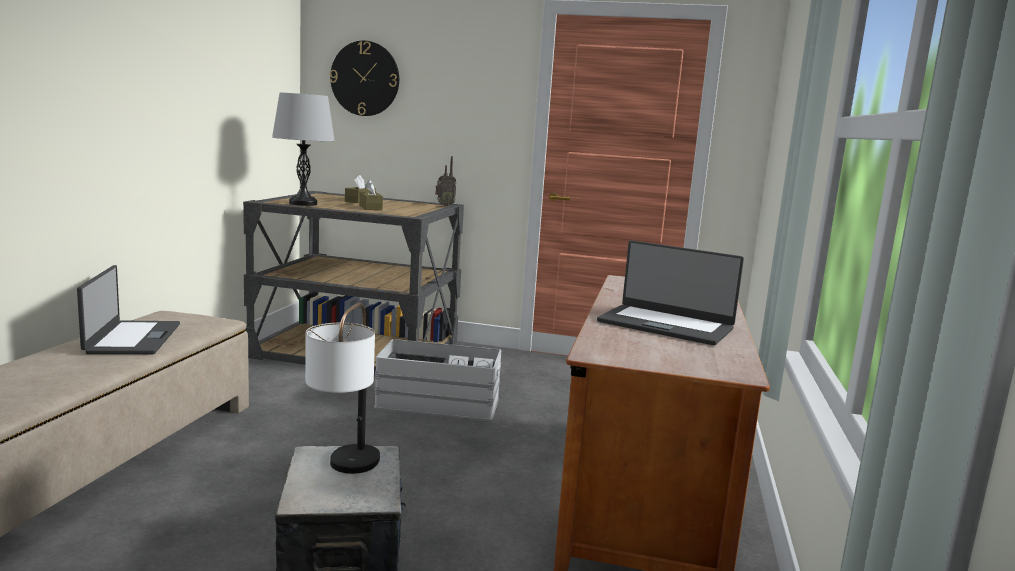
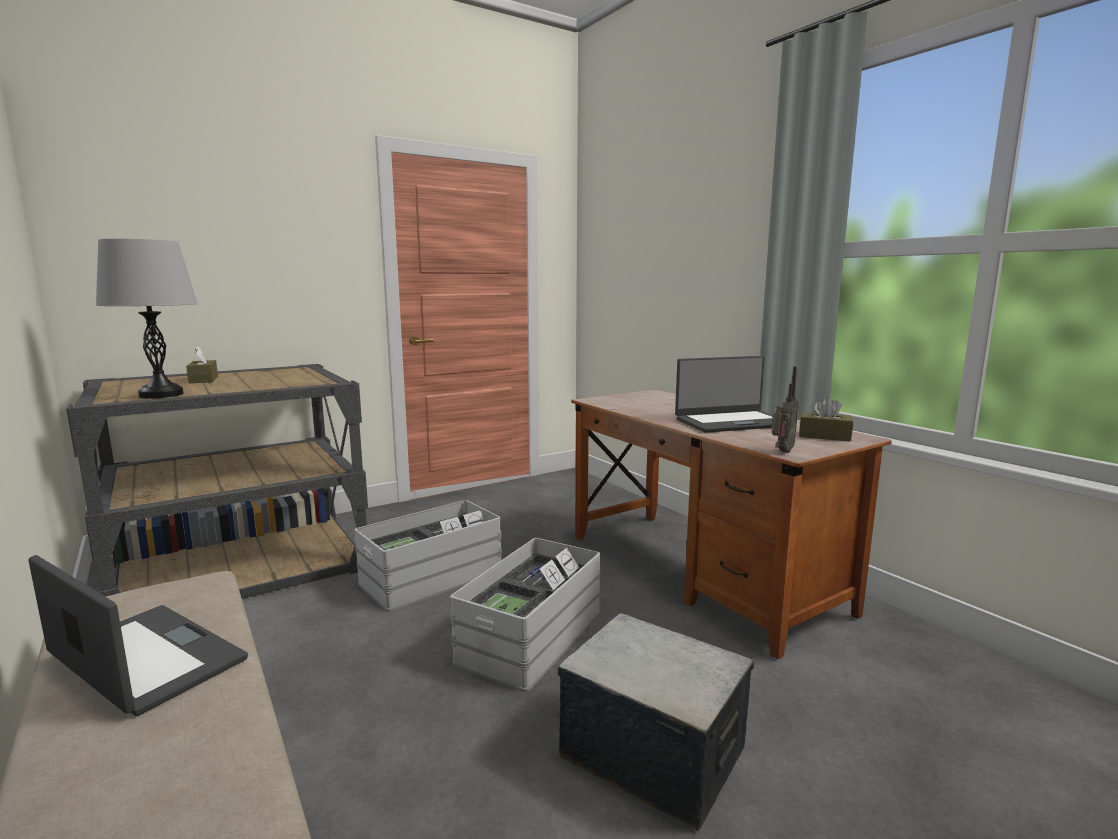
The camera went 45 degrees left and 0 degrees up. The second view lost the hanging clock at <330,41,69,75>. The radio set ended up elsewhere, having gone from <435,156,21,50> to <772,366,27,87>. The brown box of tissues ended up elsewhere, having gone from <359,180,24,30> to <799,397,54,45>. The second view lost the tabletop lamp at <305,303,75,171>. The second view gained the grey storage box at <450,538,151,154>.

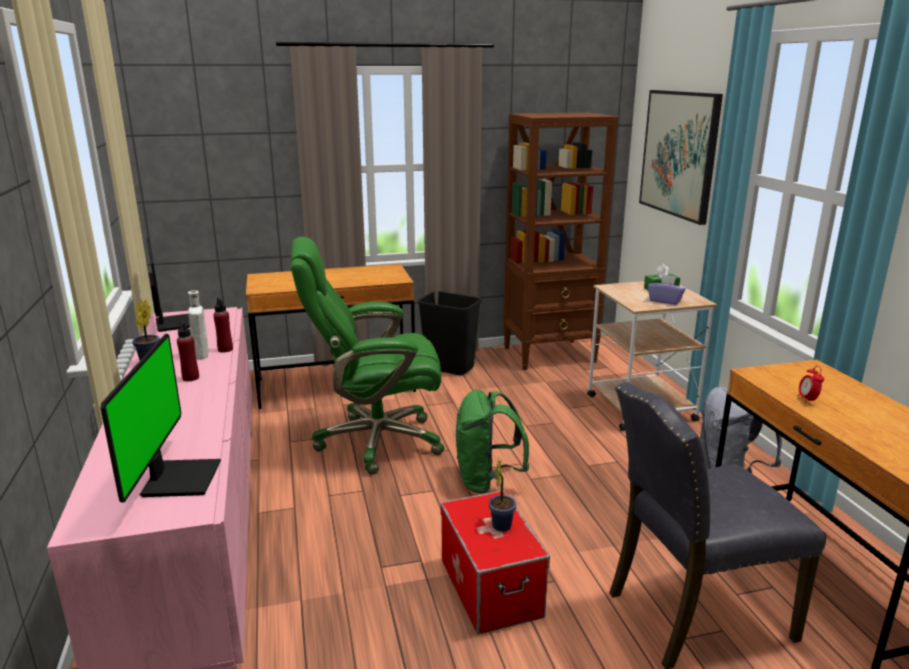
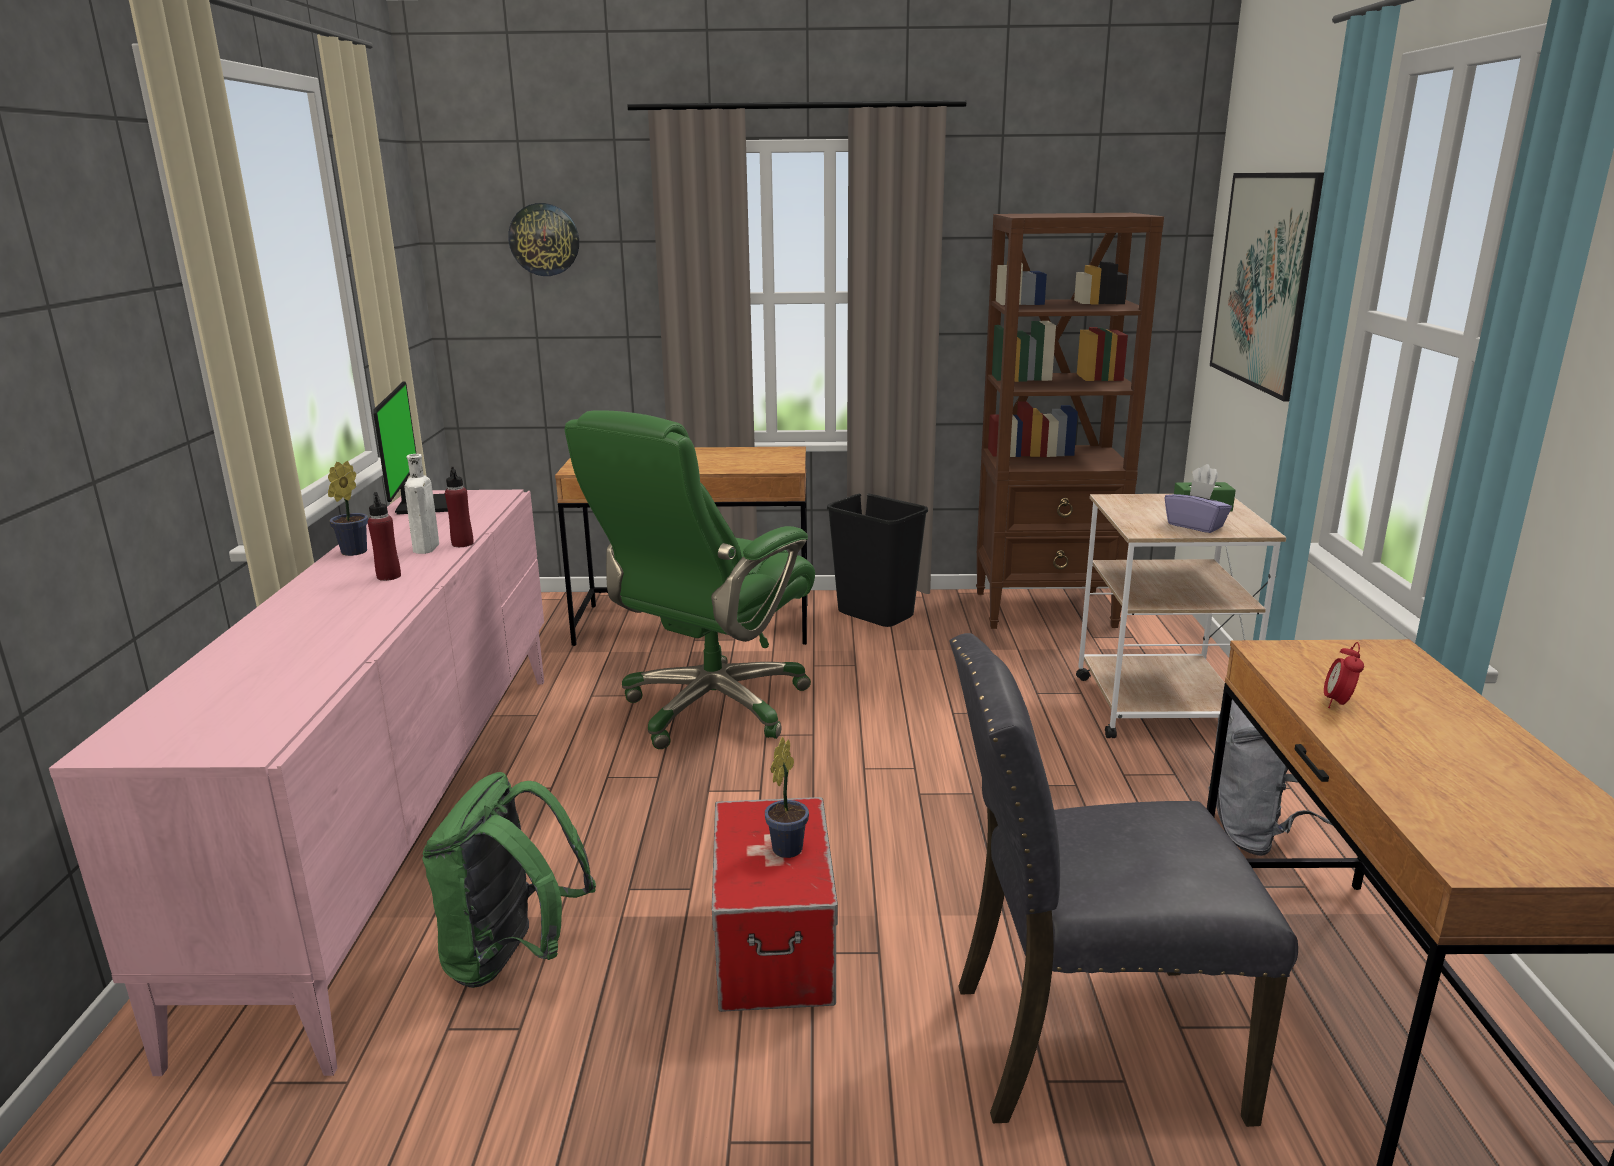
The camera went 15 degrees right and 0 degrees up. The green-coloured computer chair at <291,237,153,238> ended up facing another way, 60 degrees counterclockwise from before. The second view lost the computer display at <101,334,120,168>. The green-coloured backpack ended up elsewhere, having gone from <456,389,73,105> to <422,772,174,216>. The second view gained the hanging clock at <508,203,71,73>.

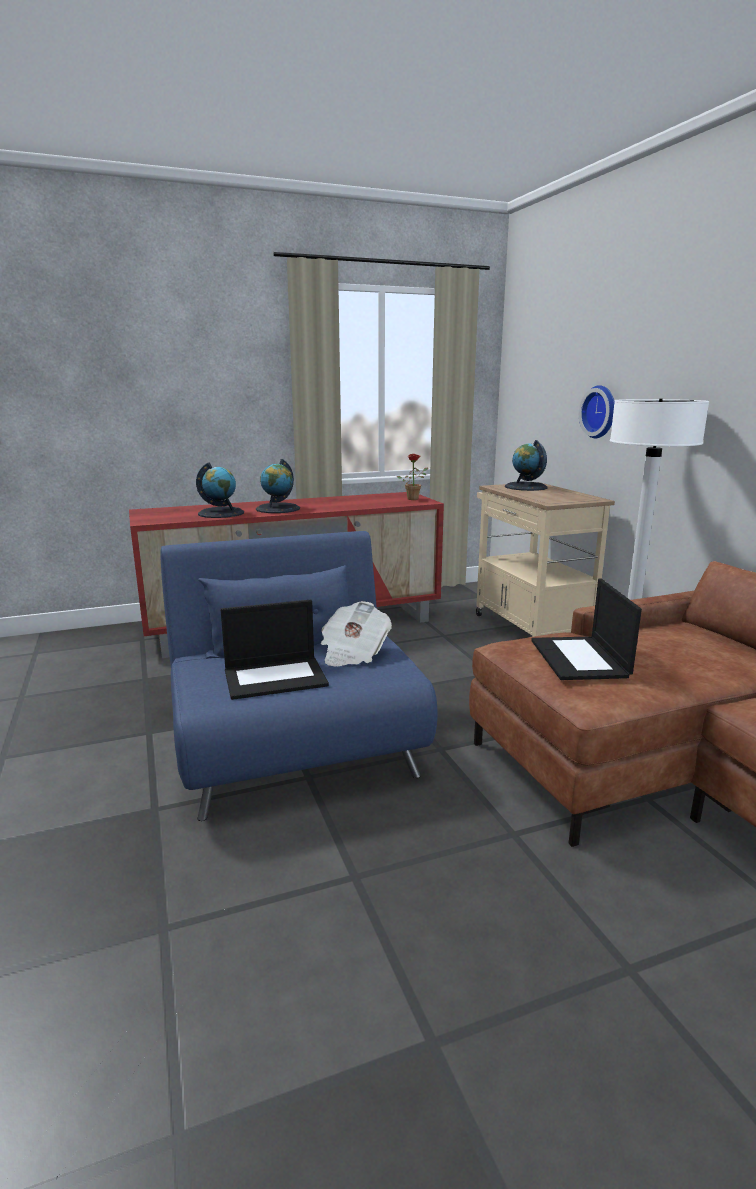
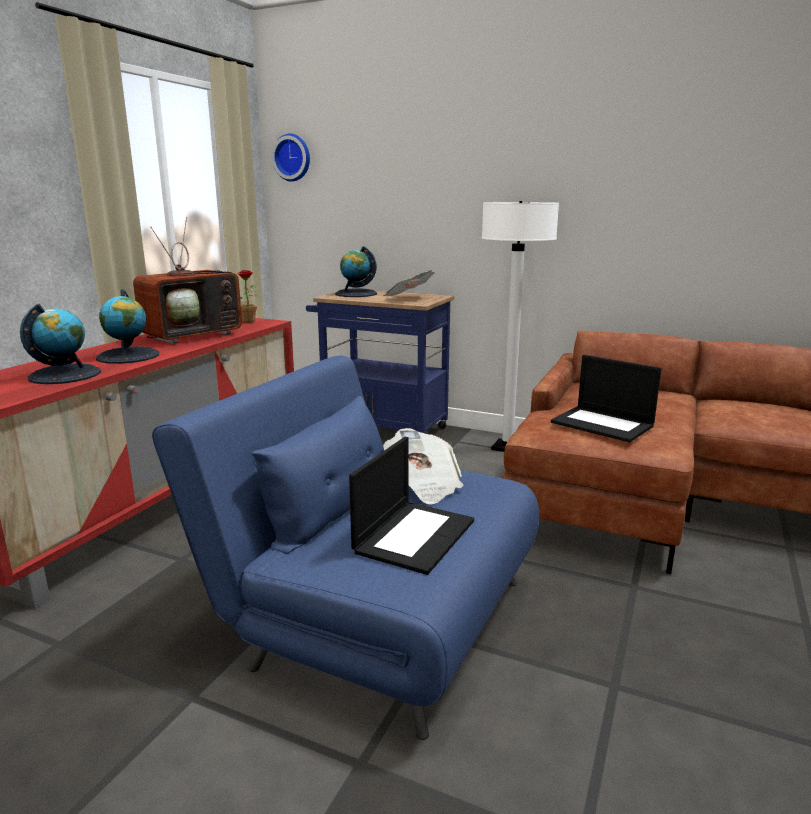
The camera went 45 degrees left and 0 degrees up. The hanging clock ended up elsewhere, having gone from <579,385,35,54> to <272,133,38,49>. What was the beige cart at <476,482,139,155> turned into the bluish cart at <306,290,148,143>. The second view gained the TV at <133,217,109,127>. The second view gained the newspaper at <383,270,52,26>.

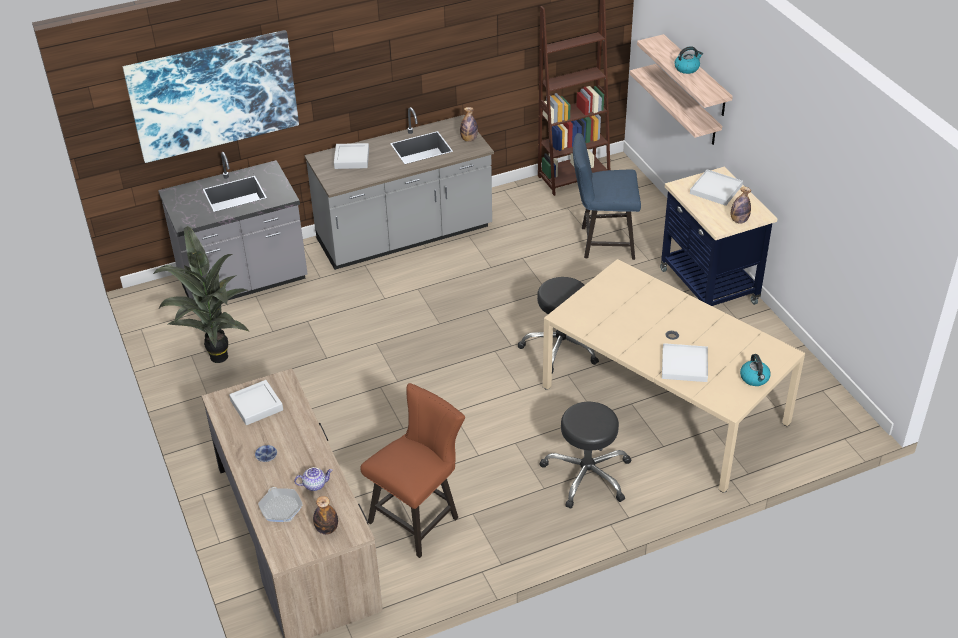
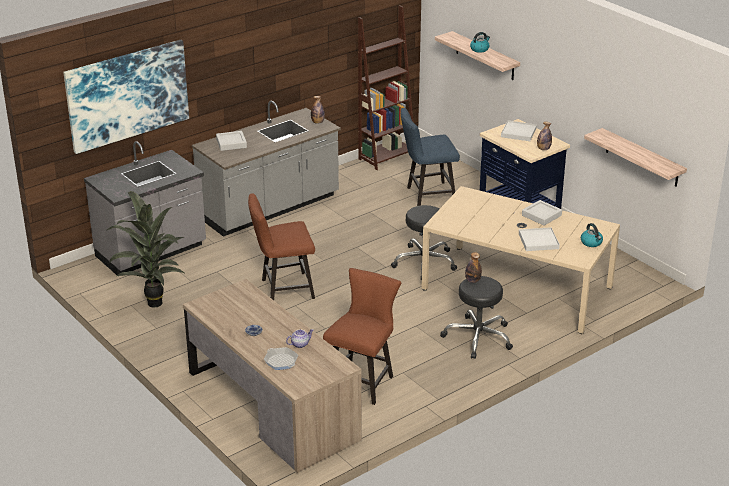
The camera went 15 degrees left and 10 degrees down. The bracket shelf ended up elsewhere, having gone from <630,64,92,81> to <584,128,103,59>. The grey carrying tray ended up elsewhere, having gone from <229,380,54,45> to <522,200,40,26>. The bottle ended up elsewhere, having gone from <313,496,25,39> to <465,252,17,31>. The second view gained the brown chair at <248,194,67,106>.

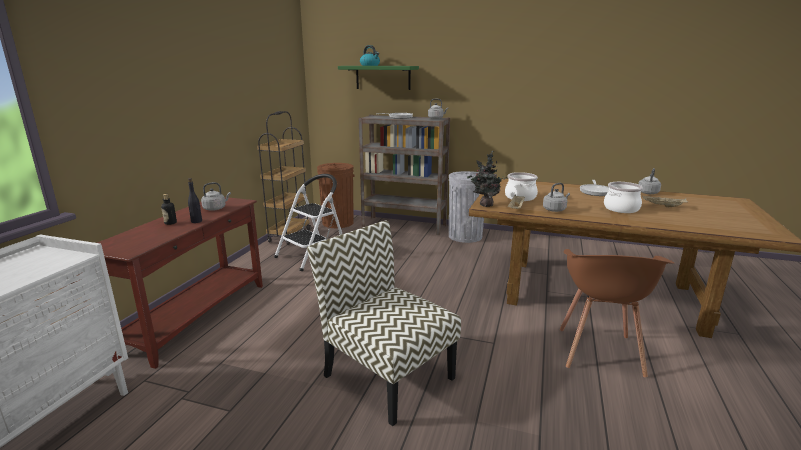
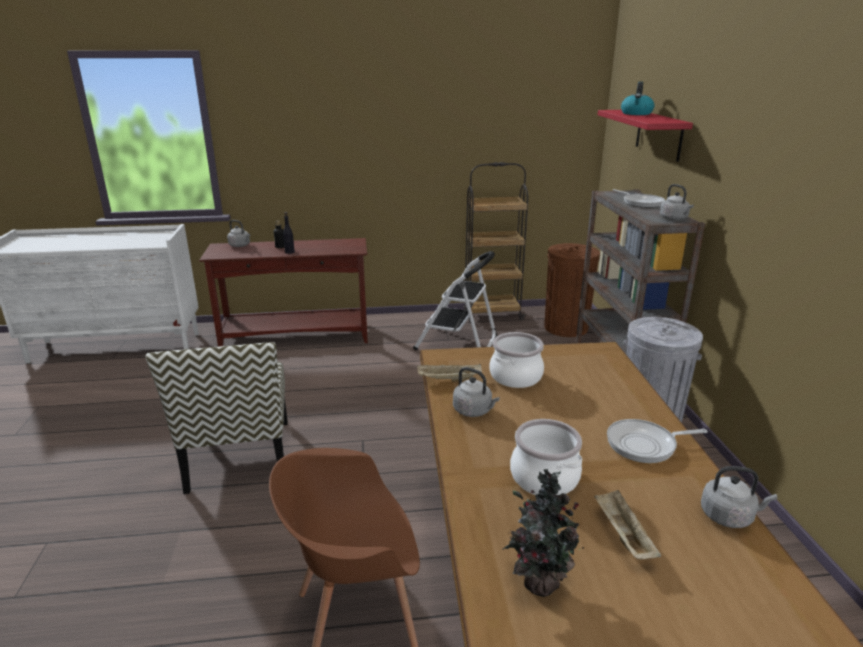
The camera went 65 degrees right and 5 degrees up. What was the green-coloured bracket shelf at <338,66,81,24> turned into the reddish bracket shelf at <598,110,95,52>. The plant in a pot ended up elsewhere, having gone from <467,151,41,56> to <502,469,82,128>. The grey water kettle ended up elsewhere, having gone from <201,182,30,29> to <227,220,23,27>. The chair at <307,221,154,205> ended up facing another way, 150 degrees clockwise from before.

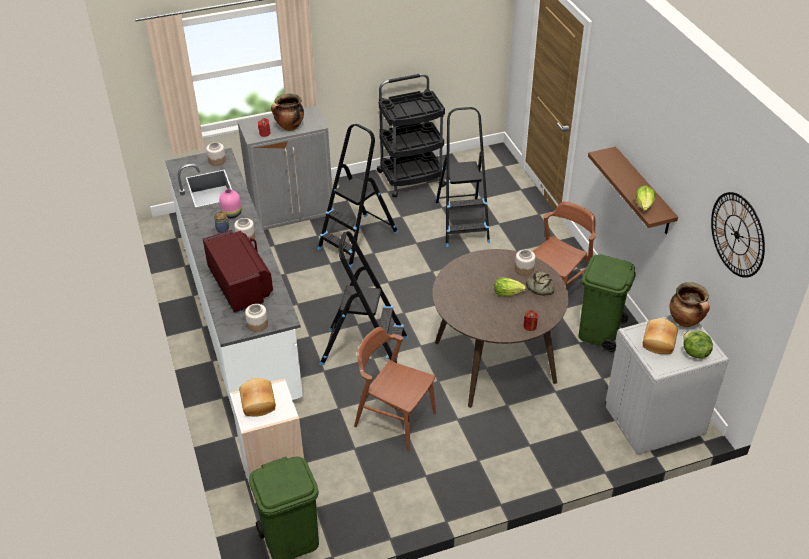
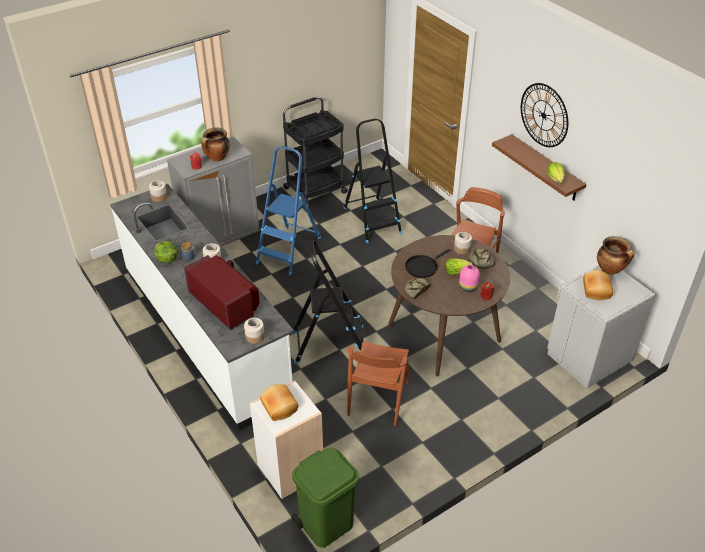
The camera went 15 degrees left and 0 degrees up. What was the black step stool at <317,124,81,144> turned into the bluish step stool at <256,146,65,129>. The pink-coloured flower vase ended up elsewhere, having gone from <219,189,23,29> to <459,264,21,28>. The hanging clock ended up elsewhere, having gone from <711,192,54,86> to <521,83,47,64>. The second view lost the green-coloured rubbish bin at <578,255,58,97>. The brown chair at <354,327,82,125> ended up facing another way, 90 degrees counterclockwise from before. The head of lettuce ended up elsewhere, having gone from <684,331,29,28> to <154,241,24,22>. The second view gained the black frying pan at <405,249,46,29>. The second view gained the bakery bread at <404,278,27,21>.

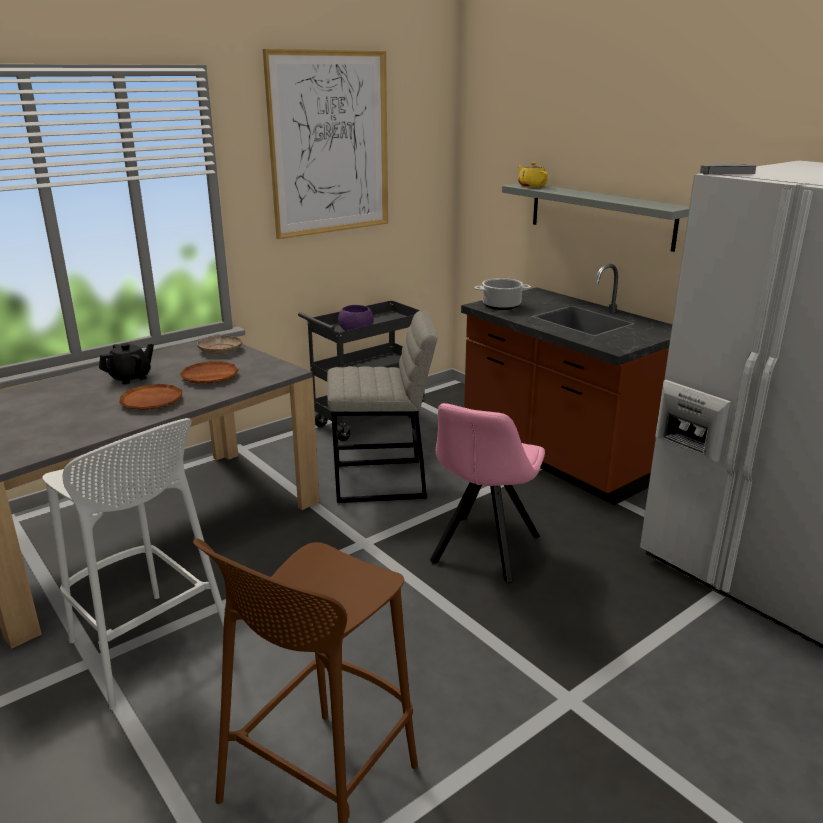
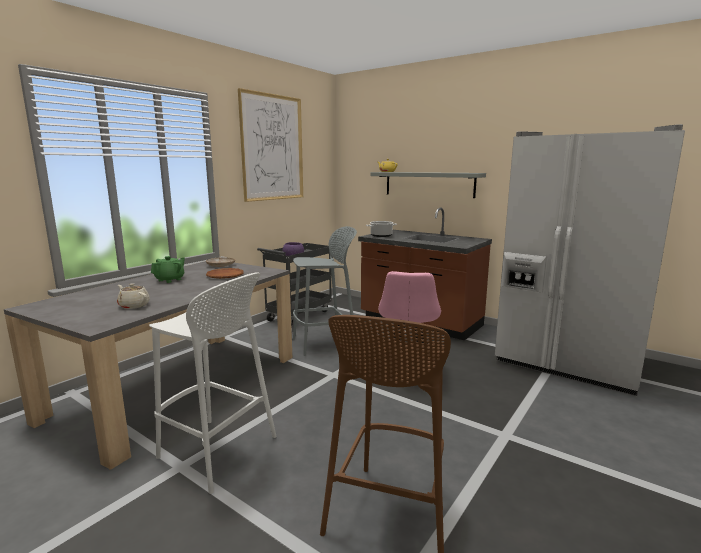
The camera went 15 degrees left and 10 degrees down. Where the grey chair stood at <327,311,110,192>, the grey stool seat came to stand at <293,226,64,130>. What was the black pot for tea at <99,343,55,41> turned into the green-coloured pot for tea at <151,256,34,27>. The second view lost the brown dinner plate at <119,384,63,26>. The second view gained the beige pot for tea at <117,283,33,26>.

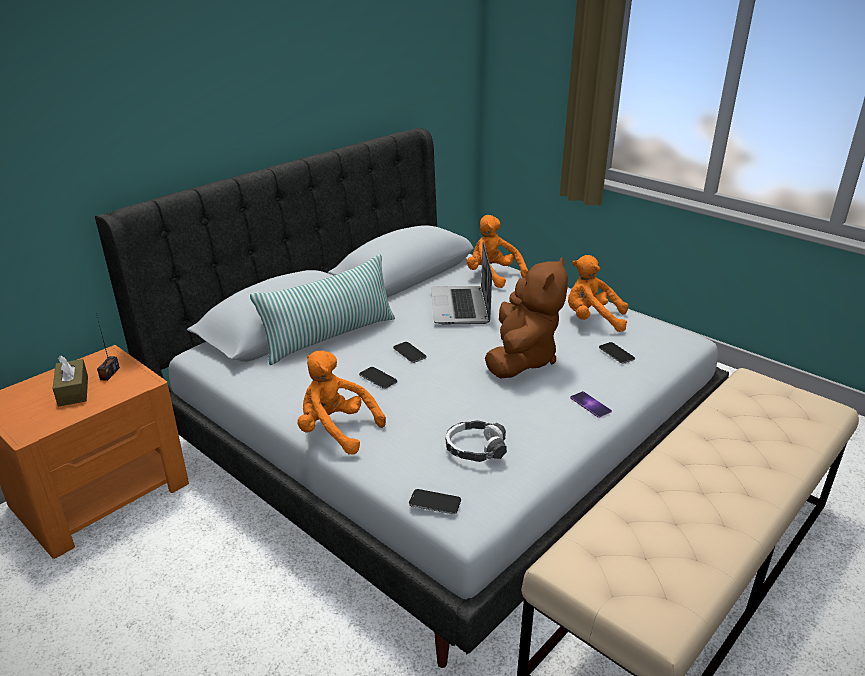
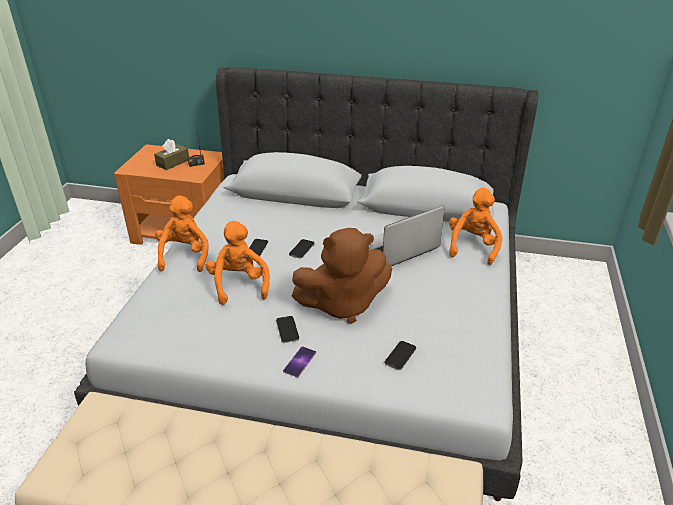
The camera went 60 degrees right and 5 degrees up. The second view lost the throw pillow at <250,254,145,111>. The orangey soft toy ended up elsewhere, having gone from <568,255,60,77> to <205,221,65,84>. The second view lost the pair of headphones at <446,420,61,42>. The handset ended up elsewhere, having gone from <409,489,52,25> to <276,316,23,27>.

